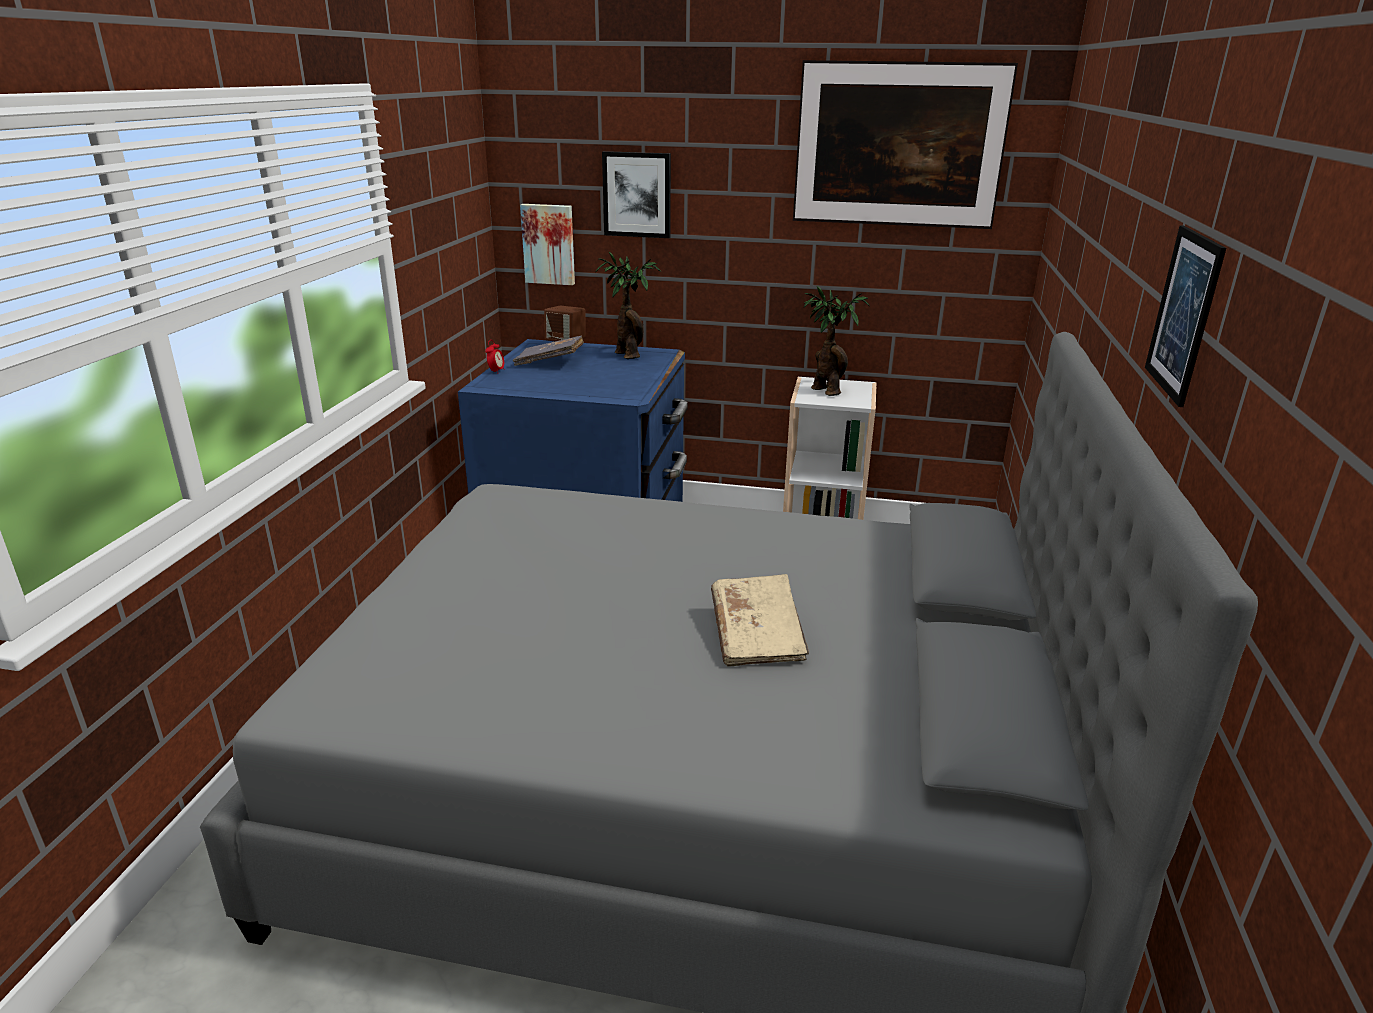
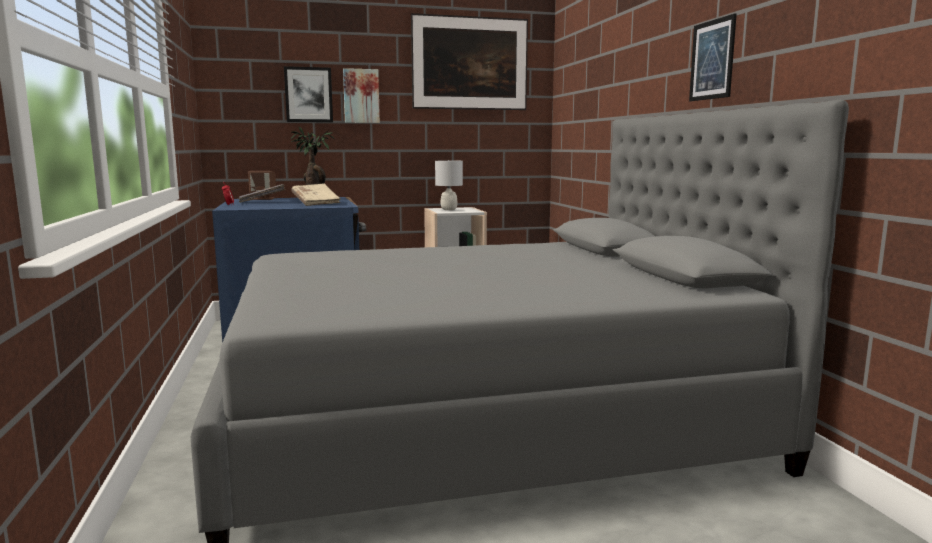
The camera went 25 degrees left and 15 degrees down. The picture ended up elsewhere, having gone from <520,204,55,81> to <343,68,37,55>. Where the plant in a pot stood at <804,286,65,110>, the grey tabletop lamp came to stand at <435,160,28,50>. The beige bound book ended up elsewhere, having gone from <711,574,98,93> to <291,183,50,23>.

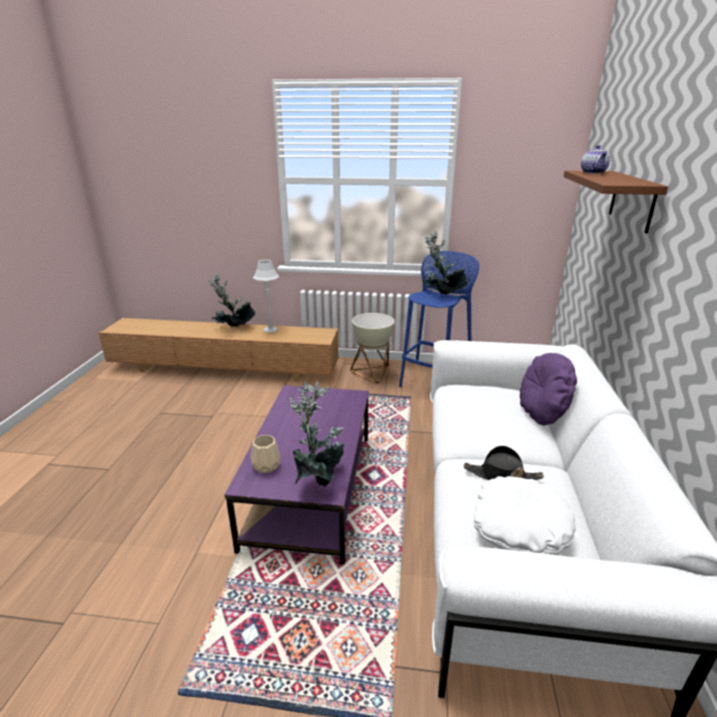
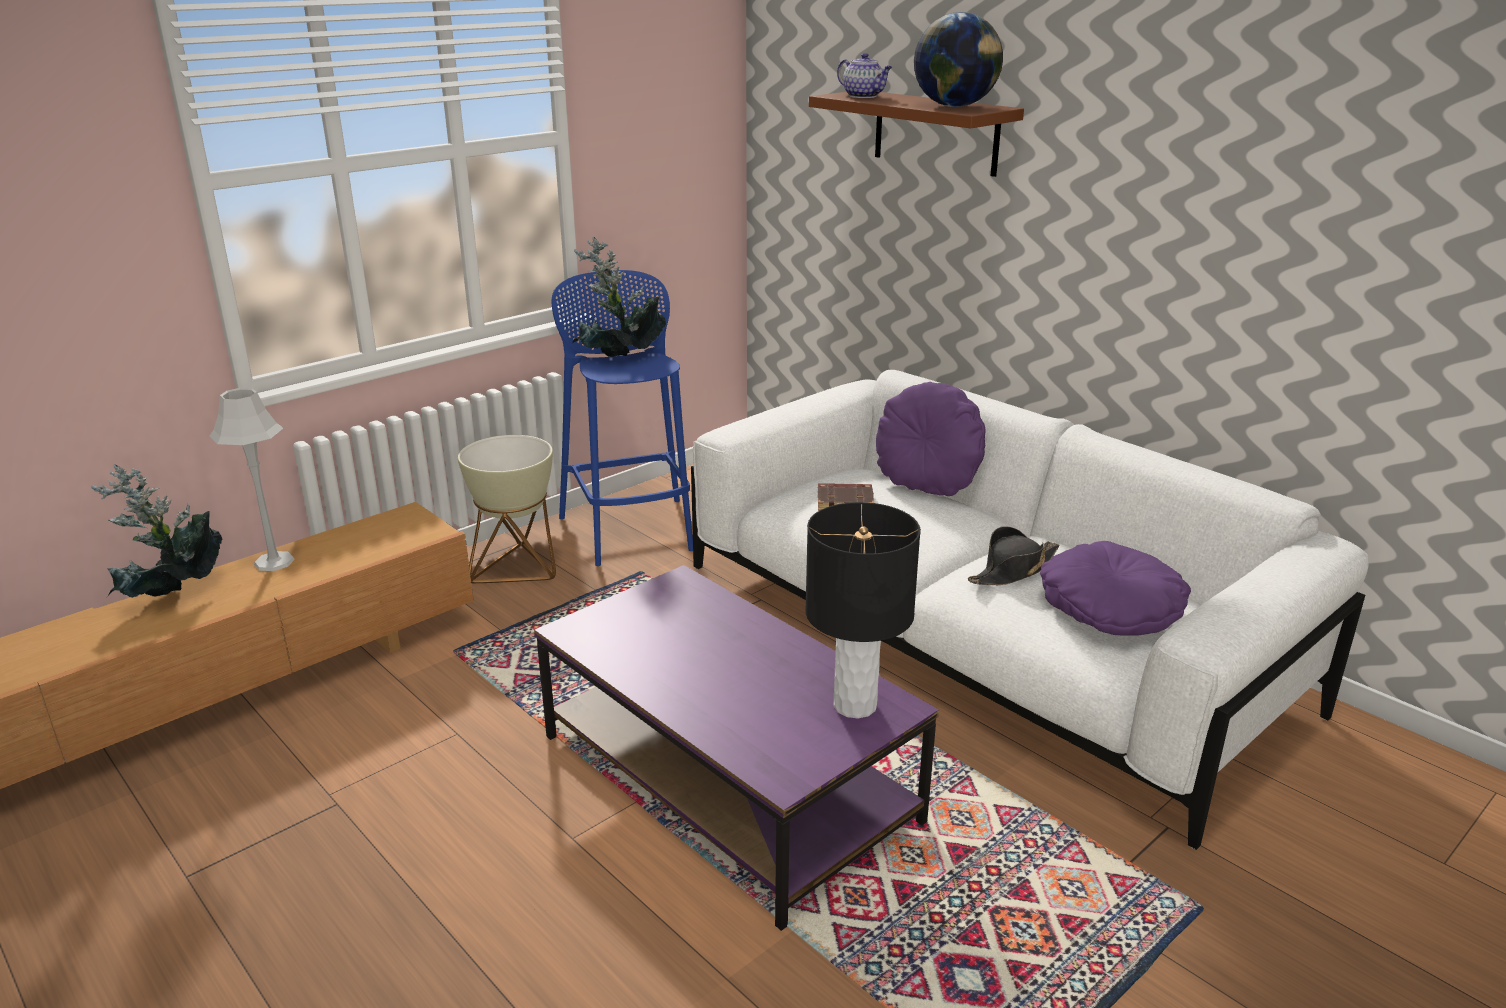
The camera went 50 degrees left and 0 degrees up. Where the plant in a pot stood at <288,381,57,106>, the black tabletop lamp came to stand at <805,502,116,217>. The second view lost the beige flower vase at <251,435,29,38>. What was the whitish throw pillow at <474,476,102,79> turned into the purplish throw pillow at <1040,541,151,95>. The second view gained the desk globe at <914,12,89,95>. The second view gained the brown bound book at <818,483,56,28>.

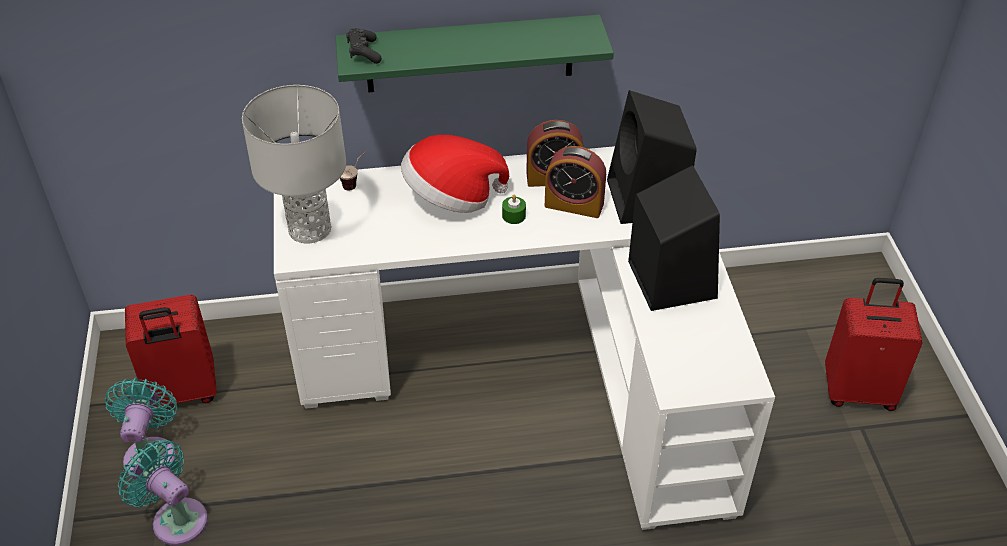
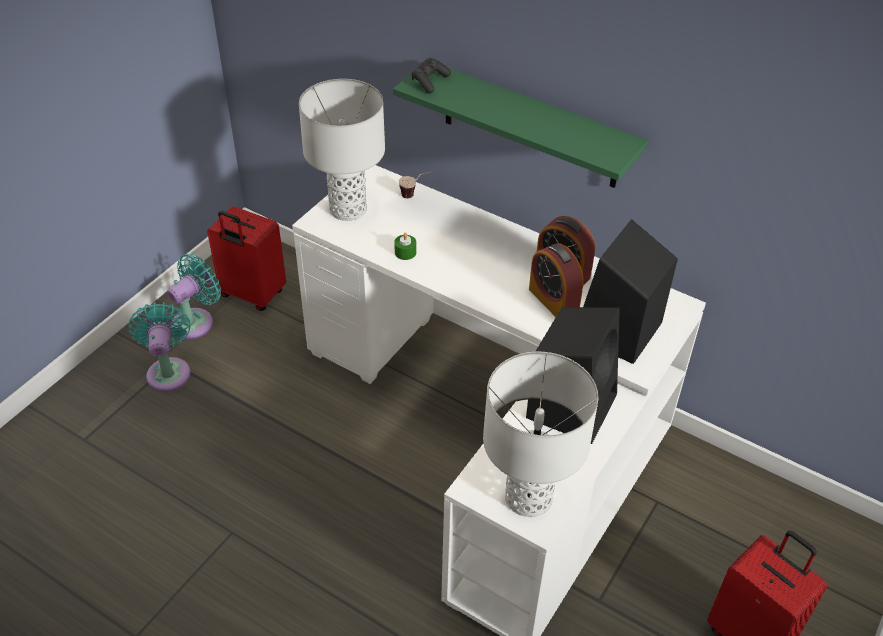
The camera went 40 degrees right and 0 degrees up. The second view lost the hat at <401,135,108,78>. The green-coloured candle ended up elsewhere, having gone from <502,195,24,29> to <394,233,22,27>. The second view gained the whitish tabletop lamp at <483,352,115,165>.

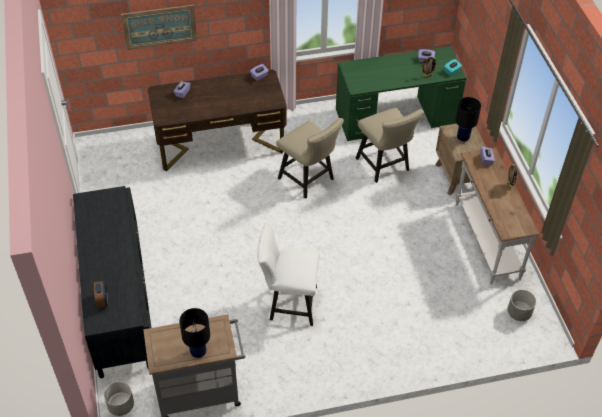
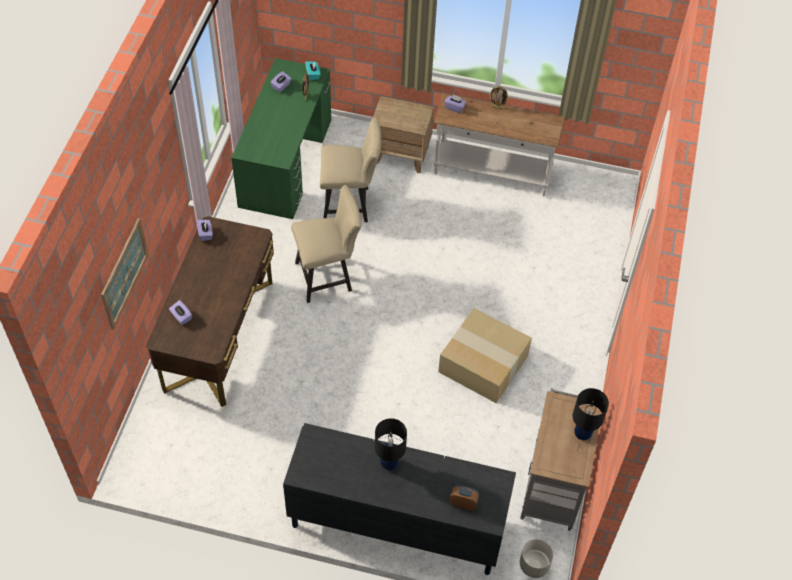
The camera went 65 degrees left and 5 degrees up. The black tabletop lamp ended up elsewhere, having gone from <456,97,25,44> to <375,418,32,52>. Where the whitish chair stood at <257,222,63,104>, the cardboard box came to stand at <438,308,94,95>. The second view lost the grey flower pot at <508,290,28,31>.

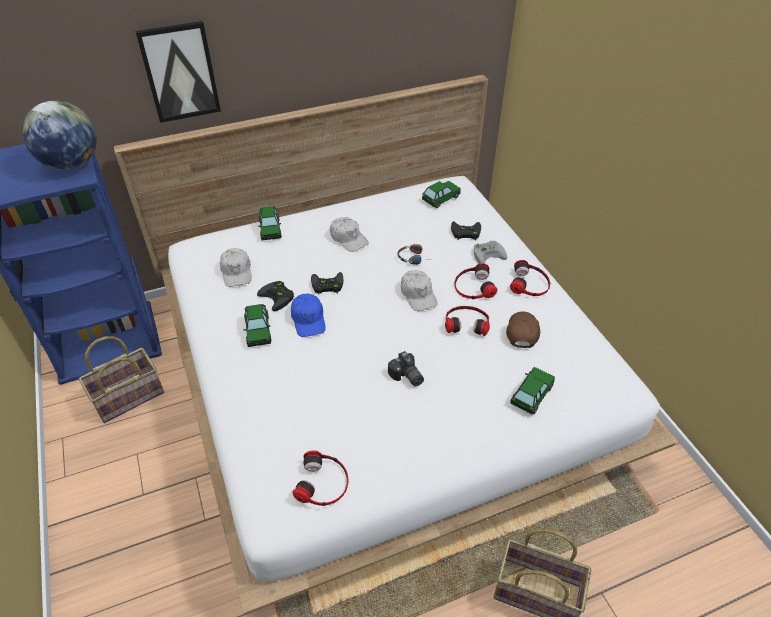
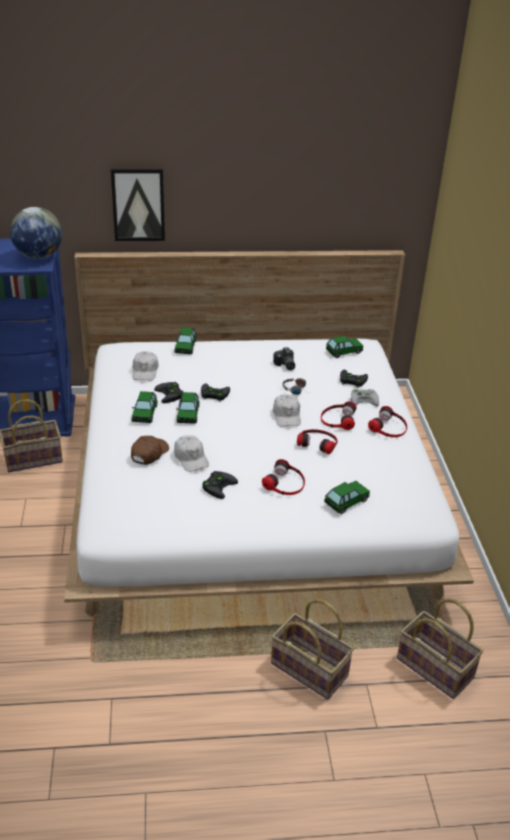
The camera went 15 degrees right and 10 degrees down. The whitish cap ended up elsewhere, having gone from <330,217,39,35> to <174,435,35,37>. Where the bluish cap stood at <291,294,35,43>, the toy car came to stand at <176,392,23,32>. The brown cap ended up elsewhere, having gone from <506,311,34,37> to <131,436,38,29>. The photo camera ended up elsewhere, having gone from <388,351,36,36> to <273,347,22,23>. The pair of headphones ended up elsewhere, having gone from <292,450,57,56> to <262,459,43,36>. The second view gained the black game controller at <202,471,36,28>. The second view gained the basket at <397,598,86,101>.

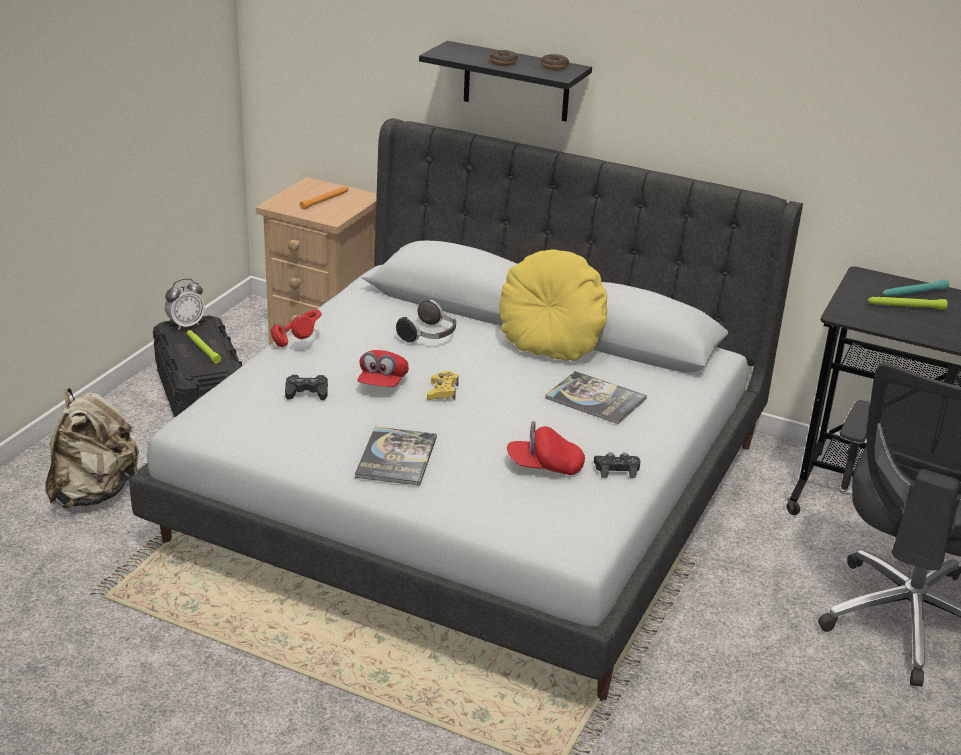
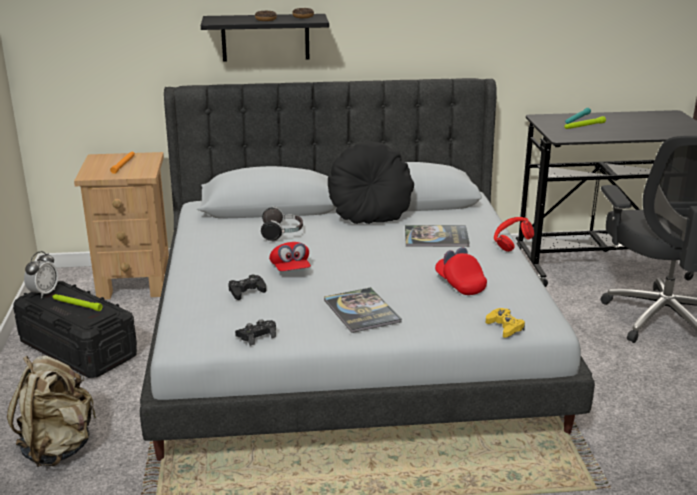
The camera went 30 degrees left and 5 degrees down. What was the yellow-coloured throw pillow at <500,249,107,112> turned into the black throw pillow at <328,141,86,83>. The reddish pair of headphones ended up elsewhere, having gone from <271,310,51,37> to <494,217,40,35>. The yellow-coloured game controller ended up elsewhere, having gone from <427,371,32,30> to <486,308,39,30>. The reddish cap at <507,421,78,54> ended up facing another way, 90 degrees clockwise from before. The black game controller ended up elsewhere, having gone from <594,452,47,26> to <235,320,41,26>.

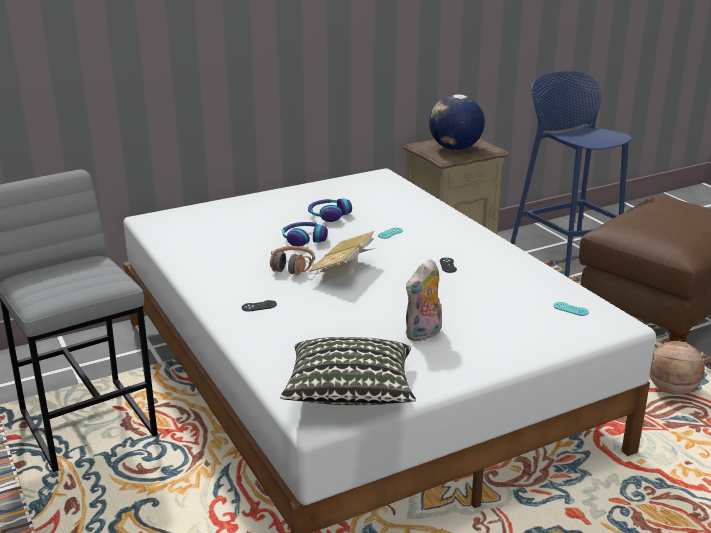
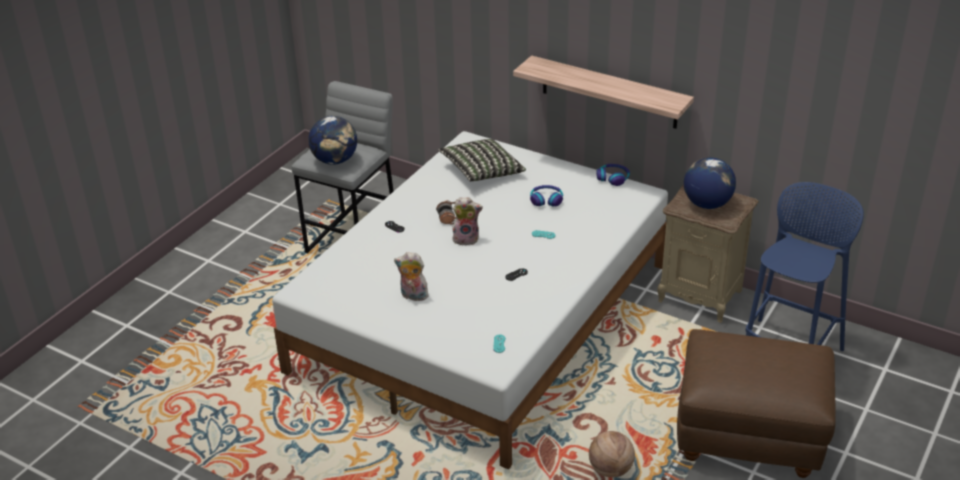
The camera went 60 degrees right and 10 degrees up. The pair of headphones ended up elsewhere, having gone from <282,222,46,24> to <596,164,34,22>. Where the bound book stood at <308,231,67,52>, the soft toy came to stand at <452,197,31,49>. The throw pillow ended up elsewhere, having gone from <280,337,136,68> to <439,139,87,42>. The second view gained the bracket shelf at <513,55,181,74>. The second view gained the desk globe at <308,116,49,49>.

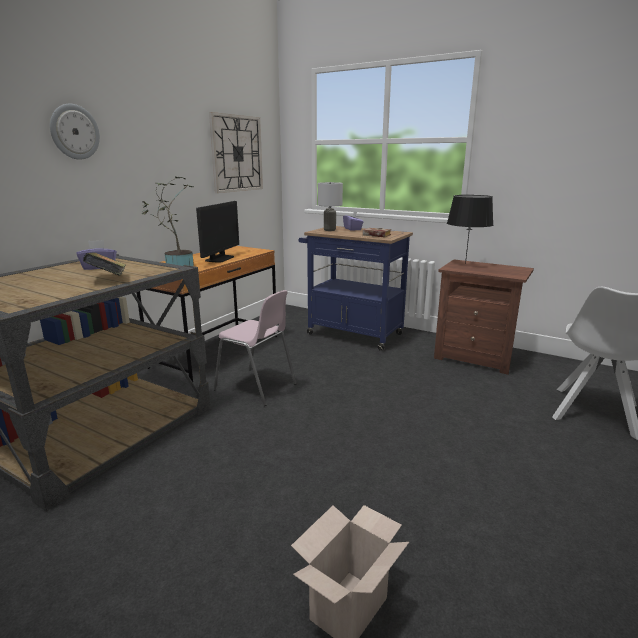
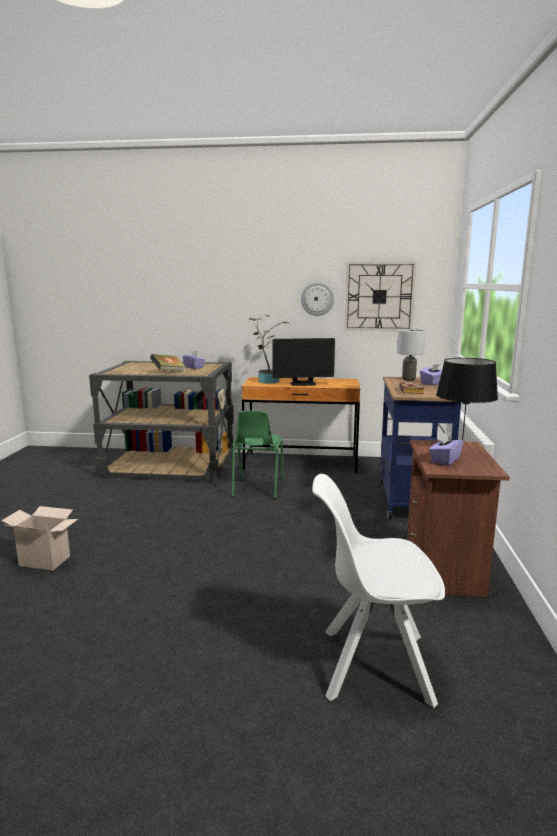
The camera went 65 degrees right and 5 degrees down. The hanging clock ended up elsewhere, having gone from <50,104,50,56> to <301,282,33,34>. What was the pink-coloured chair at <214,290,83,116> turned into the green-coloured chair at <231,410,53,89>. The second view gained the purplish box of tissues at <429,432,34,34>.

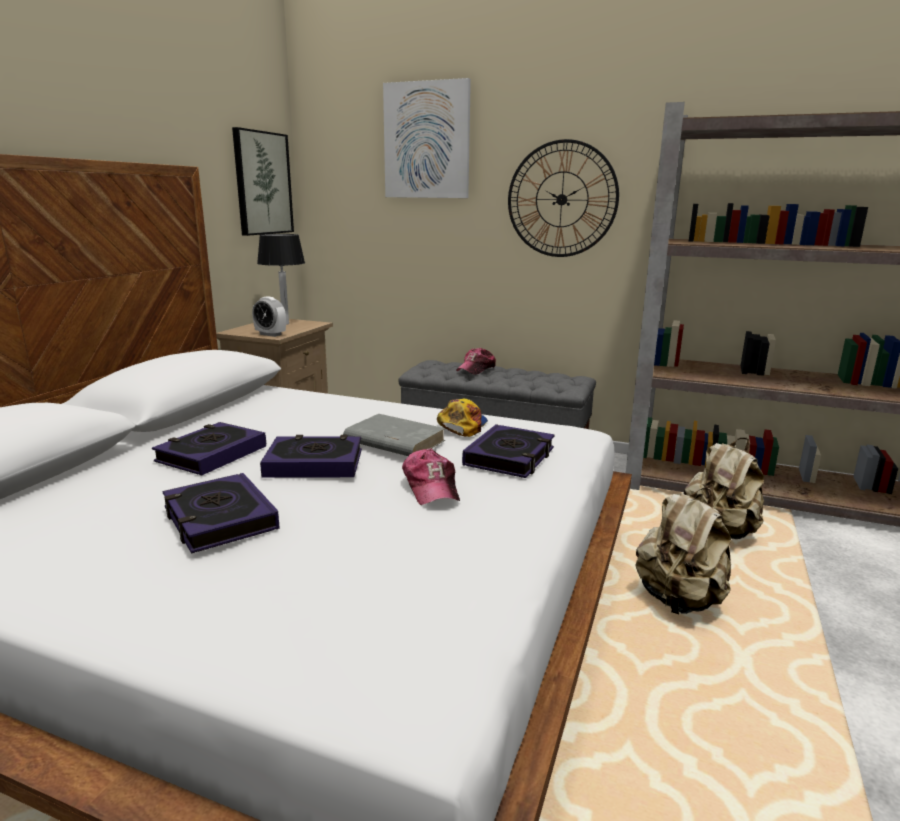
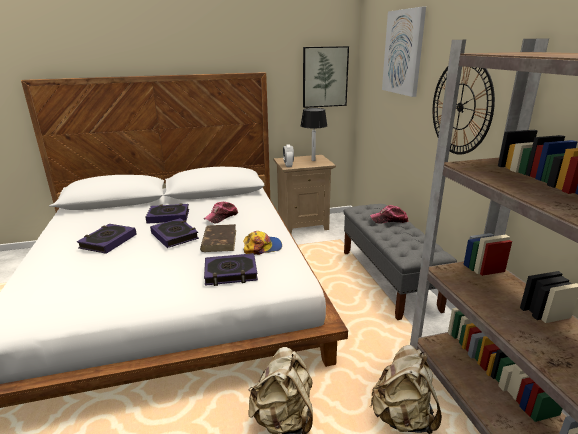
The camera went 55 degrees right and 5 degrees up. What was the grey bound book at <343,414,102,42> turned into the brown bound book at <200,224,36,28>. The cap ended up elsewhere, having gone from <402,449,58,56> to <204,202,34,22>.

